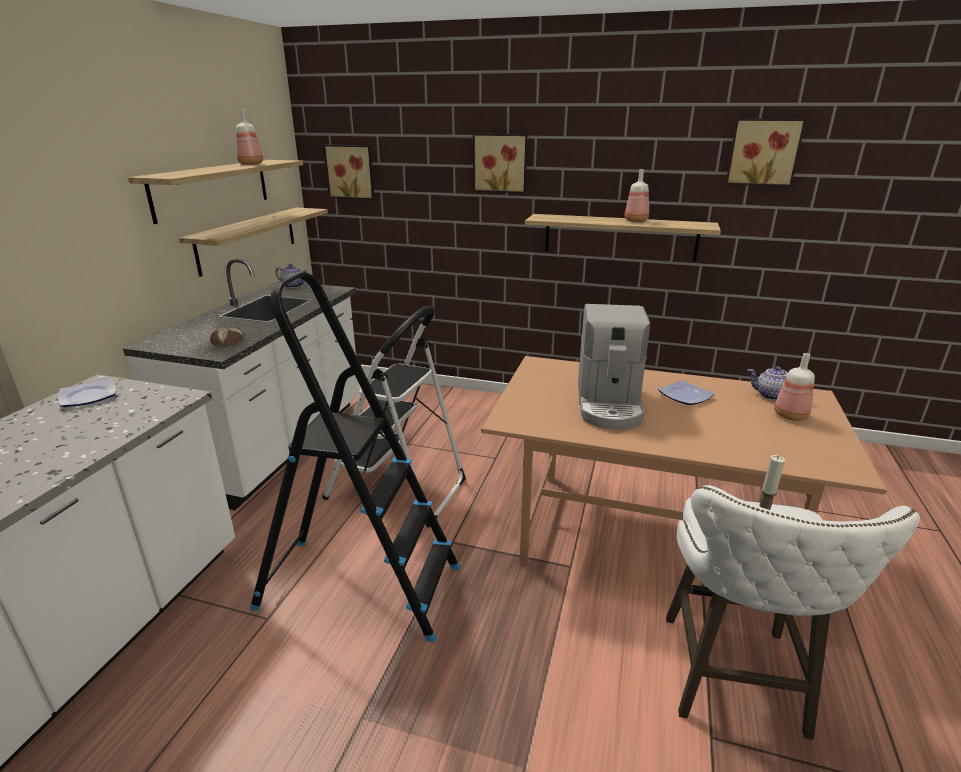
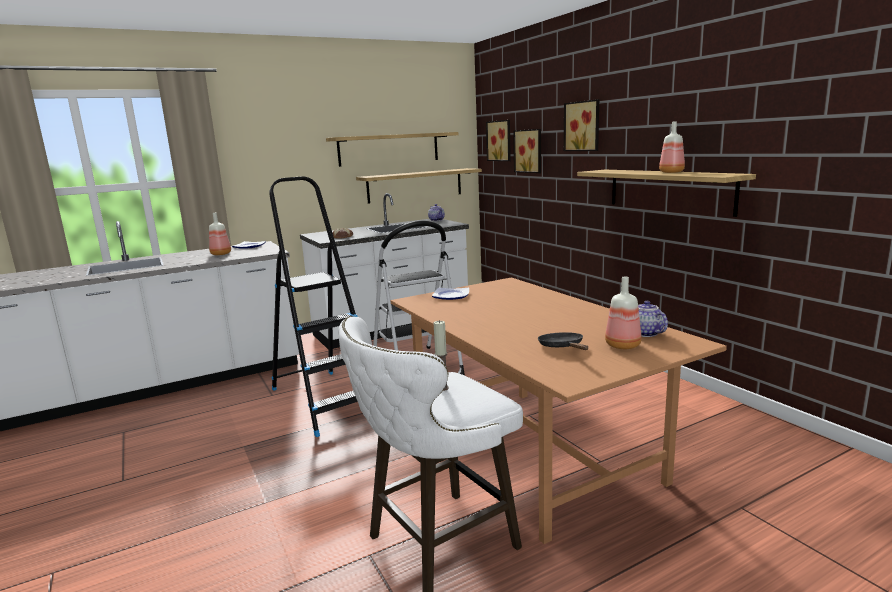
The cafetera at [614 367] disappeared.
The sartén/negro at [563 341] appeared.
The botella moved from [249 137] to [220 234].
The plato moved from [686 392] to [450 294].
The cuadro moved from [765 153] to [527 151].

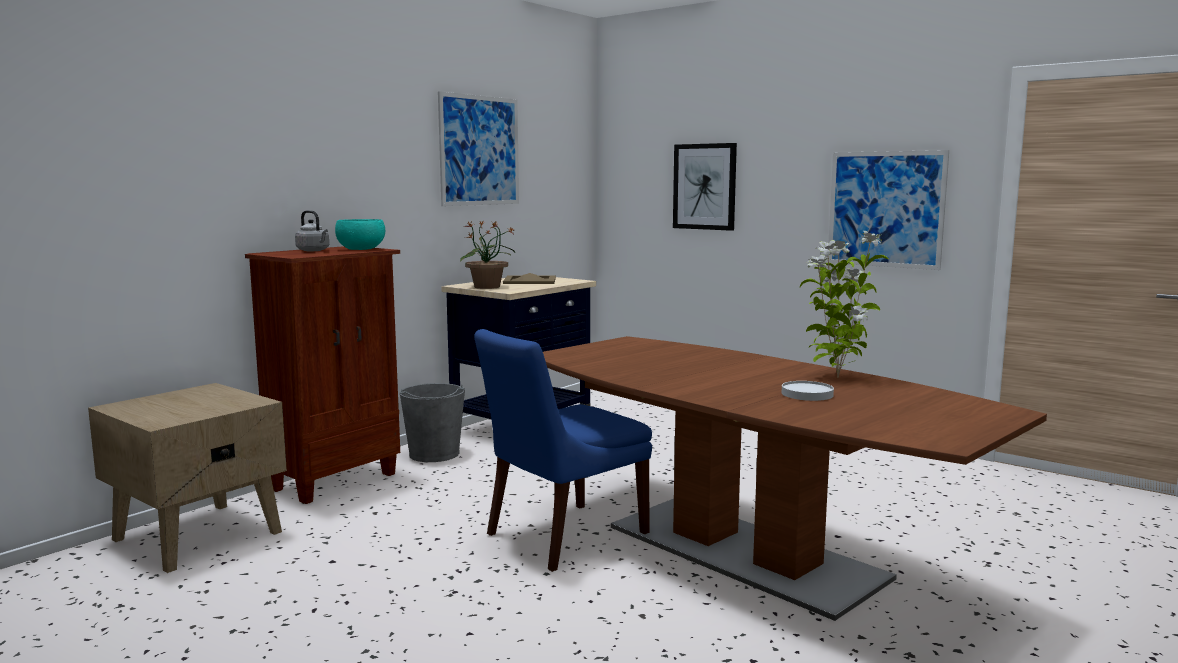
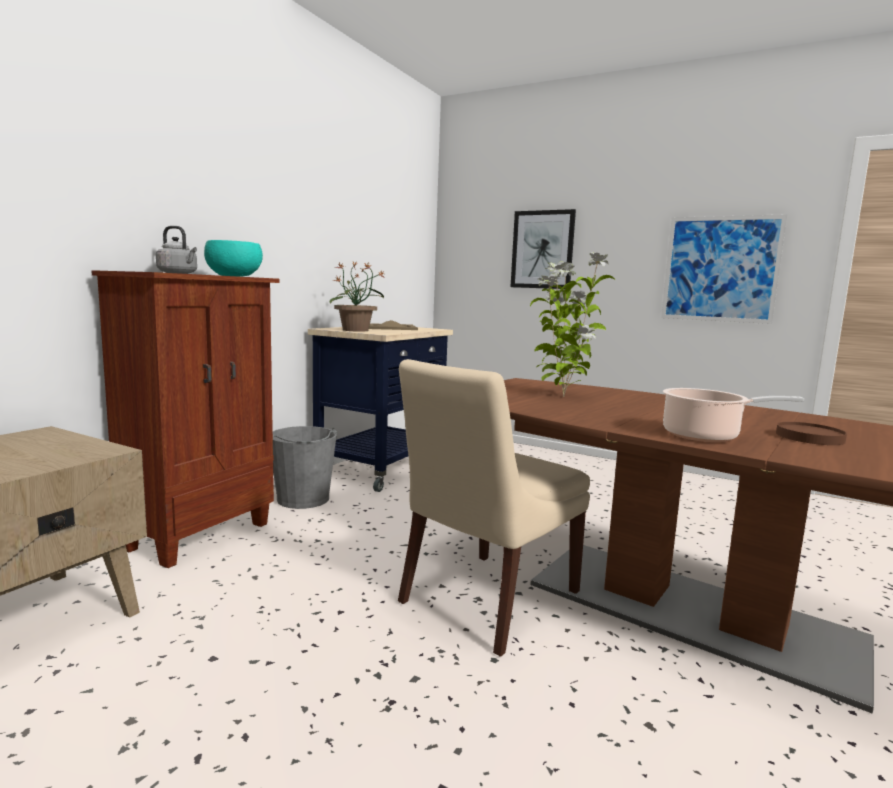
The cuadro at [478 148] disappeared.
The olla at [733 415] appeared.
The planta en maceta moved from [844 304] to [573 324].
The silla/azul at [563 450] became the silla/beis at [494 508].
The plato/blanco at [808 391] became the plato/marrón at [811 433].

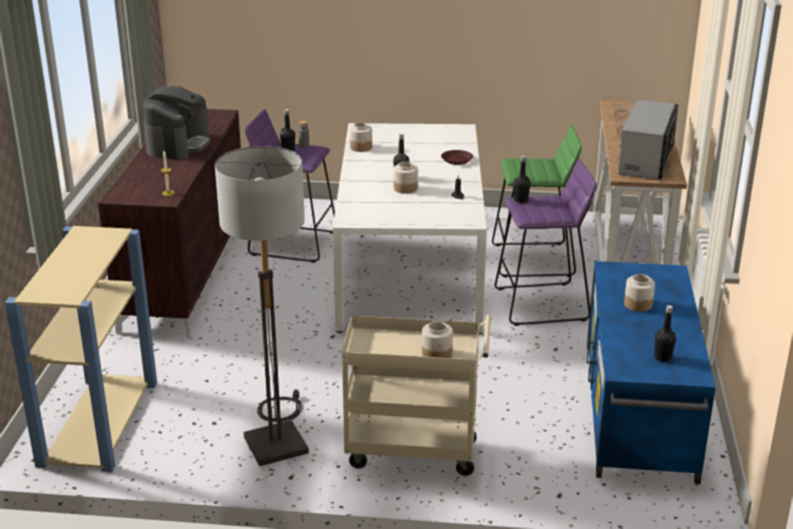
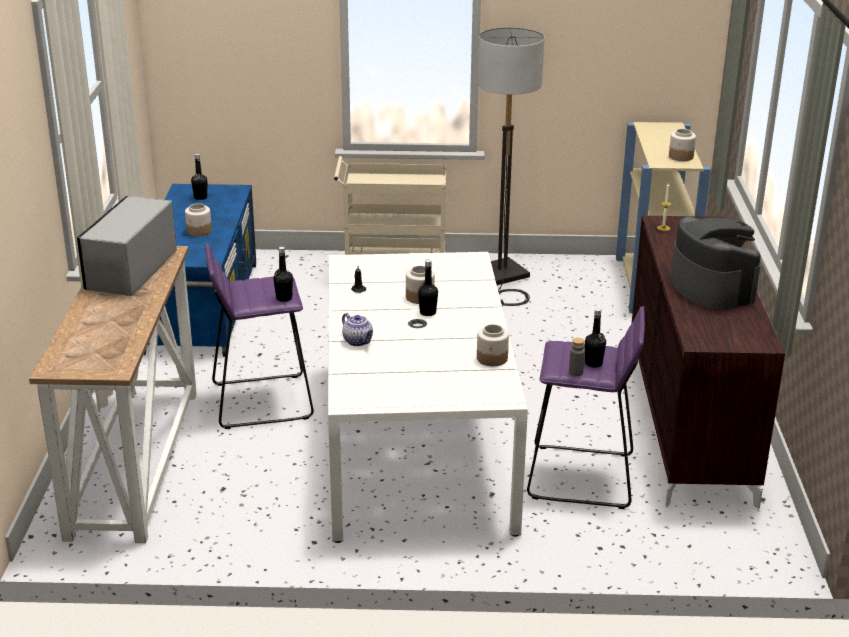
The taburete/verde at [537 201] disappeared.
The tarro moved from [437 339] to [682 145].
The plato/marrón at [457 157] was replaced by the tetera at [357 329].
The cafetera at [177 123] turned 150 degrees clockwise.

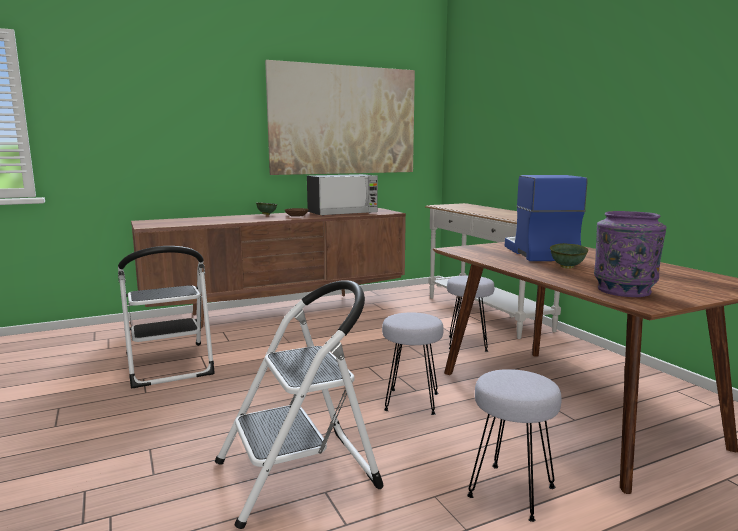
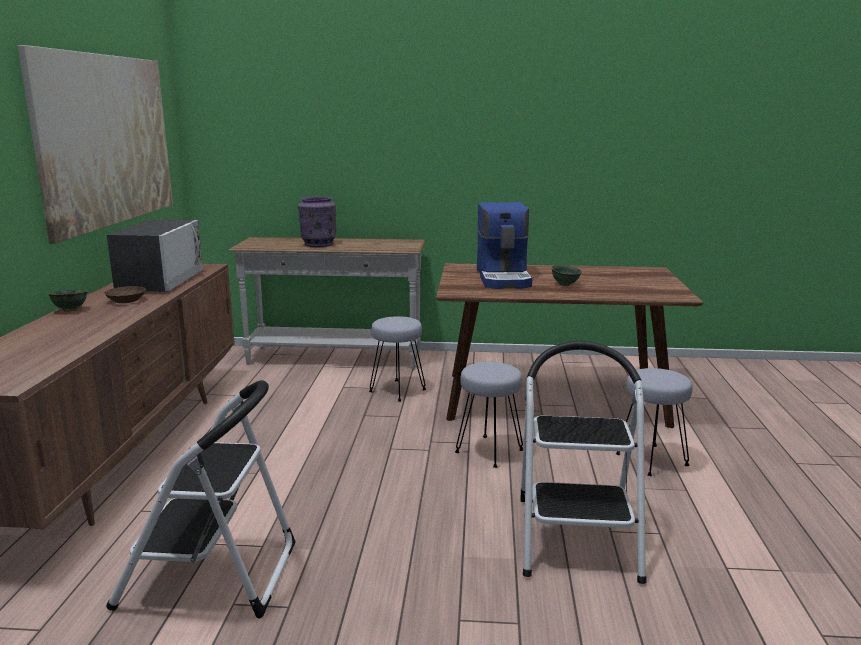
The florero/morado moved from [630 254] to [317 221].
The cafetera at [546 218] turned 120 degrees counterclockwise.

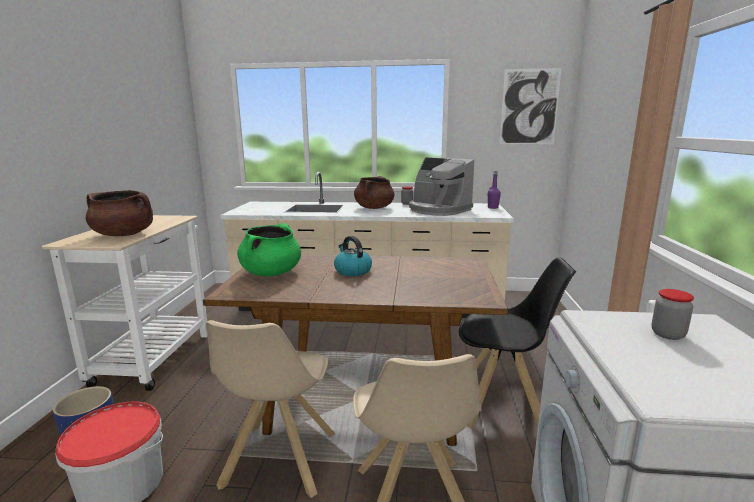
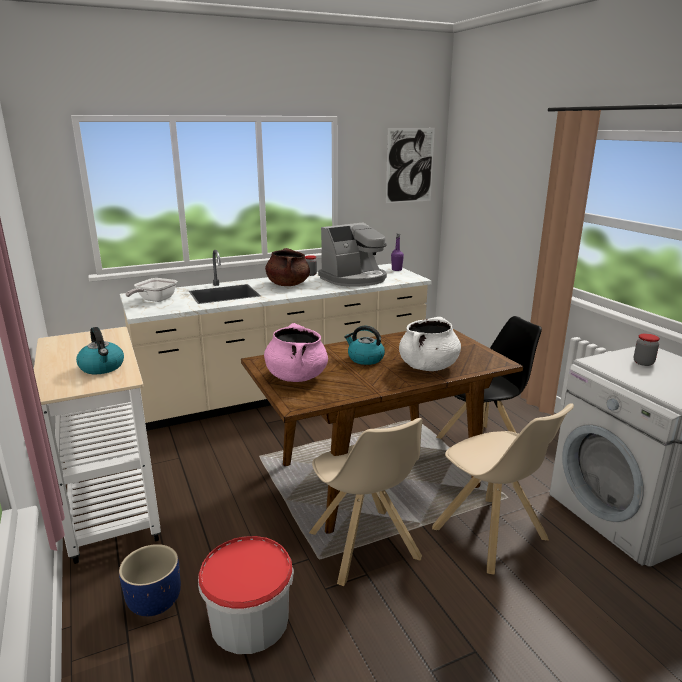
The sartén at [151 290] appeared.
The olla/blanco at [430 344] appeared.
The olla/marrón at [119 213] was replaced by the hervidor at [100 350].
The olla/verde at [269 249] became the olla/rosa at [296 352].
The cafetera at [441 186] turned 45 degrees counterclockwise.

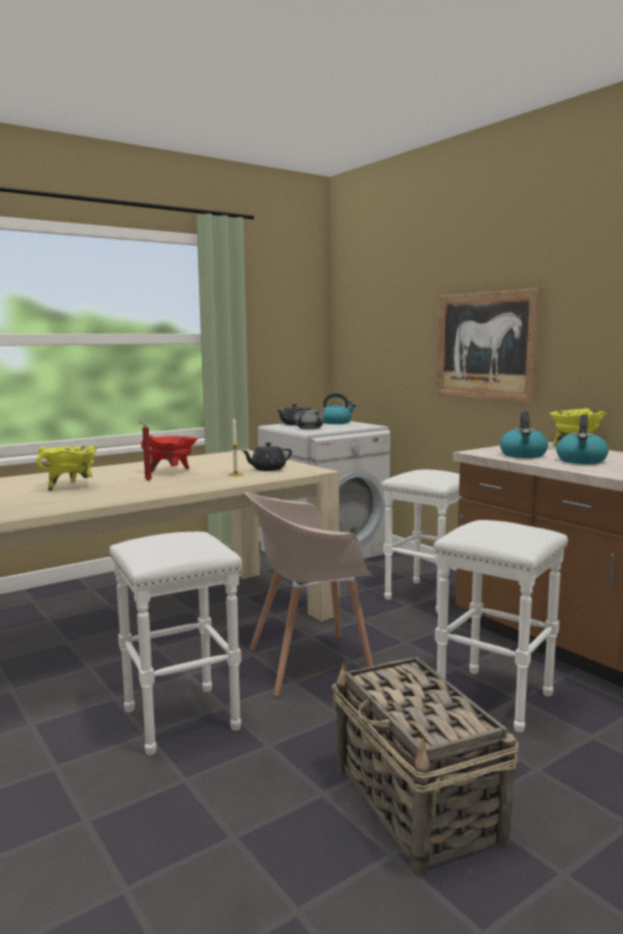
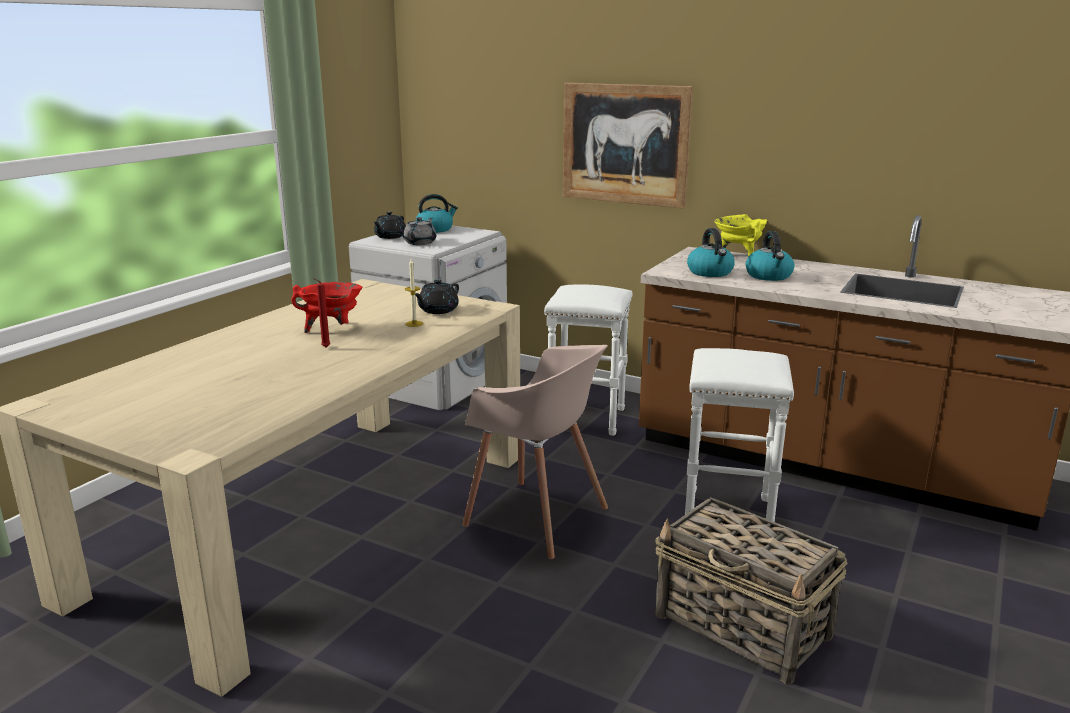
The olla/amarillo at [67 468] disappeared.
The taburete/blanco at [175 643] disappeared.
The silla/beis at [309 594] turned 105 degrees counterclockwise.

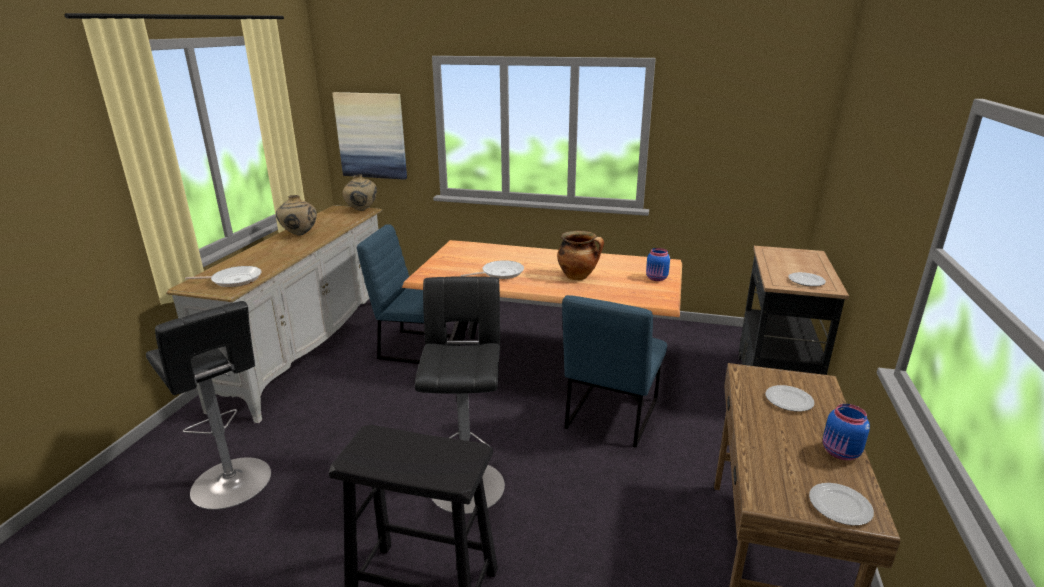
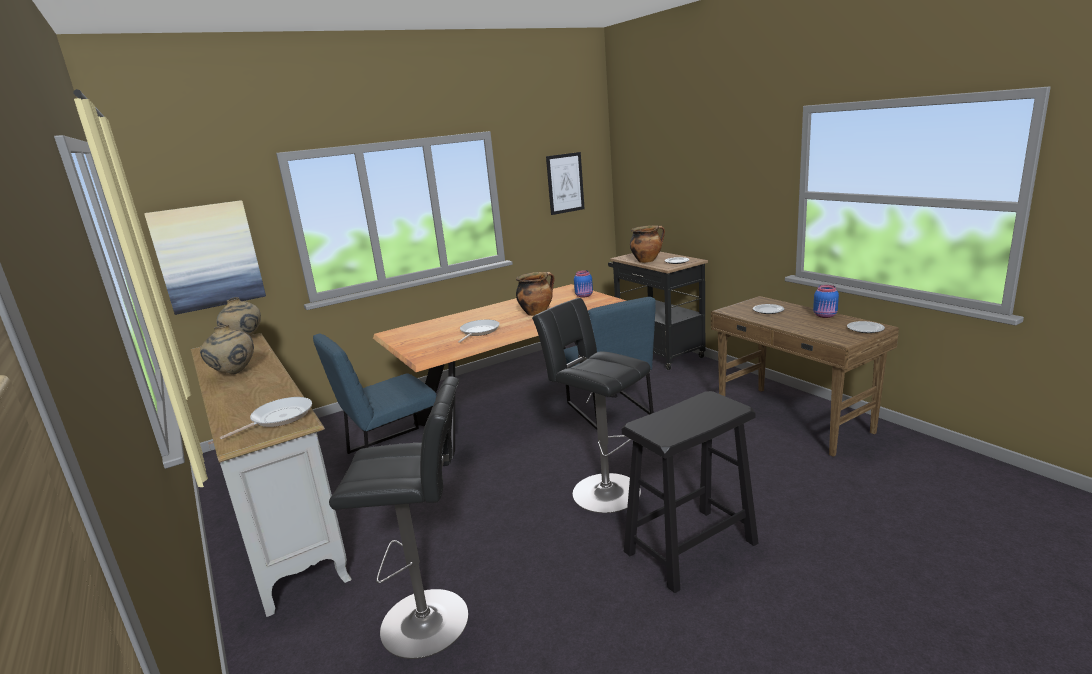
The cuadro at [565 183] appeared.
The olla at [647 244] appeared.

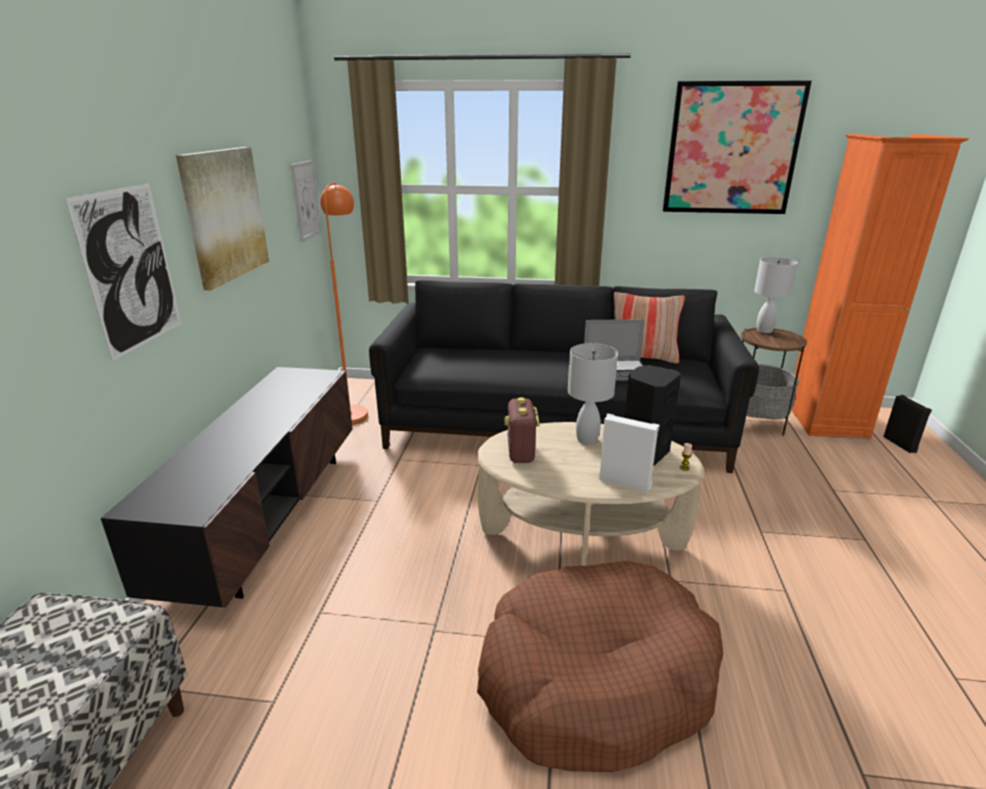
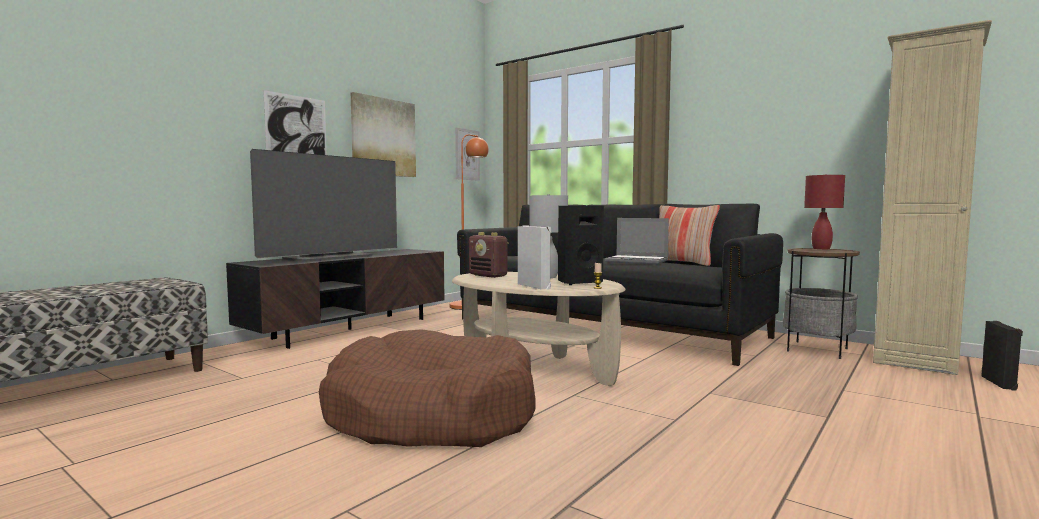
The cuadro at [737 147] disappeared.
The televisor at [323 205] appeared.
The lámpara de mesa/blanco at [776 295] became the lámpara de mesa/rojo at [824 211].
The armario/naranja at [880 287] became the armario/beis at [932 197].
The radio at [522 430] turned 75 degrees counterclockwise.

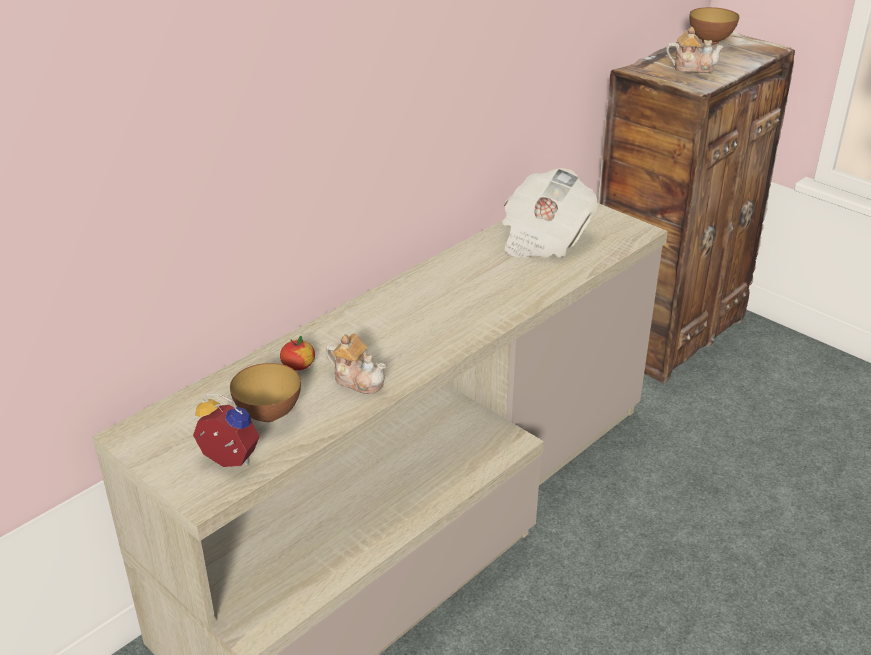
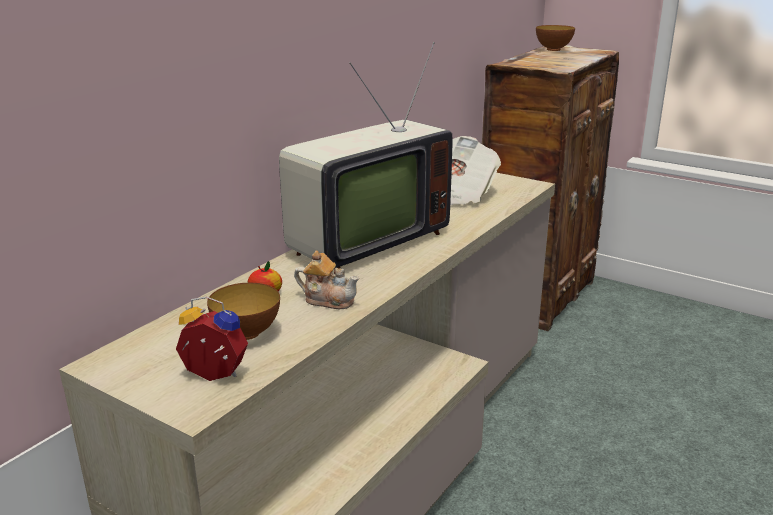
The tetera at [695 50] disappeared.
The televisor at [366 158] appeared.

